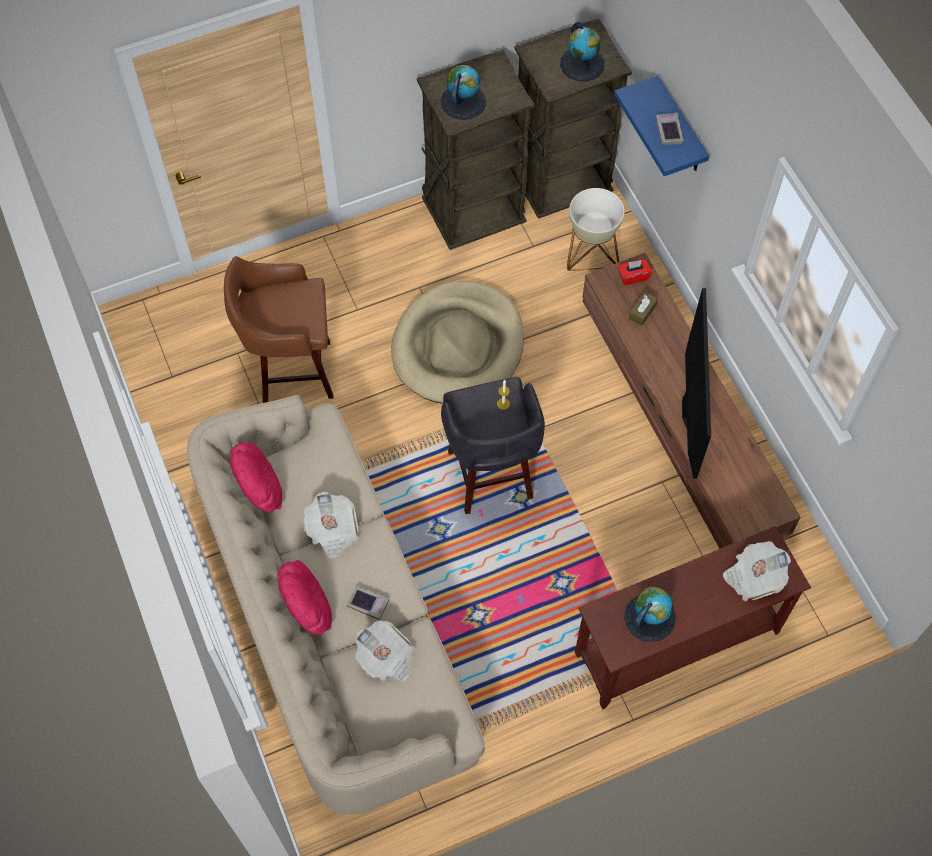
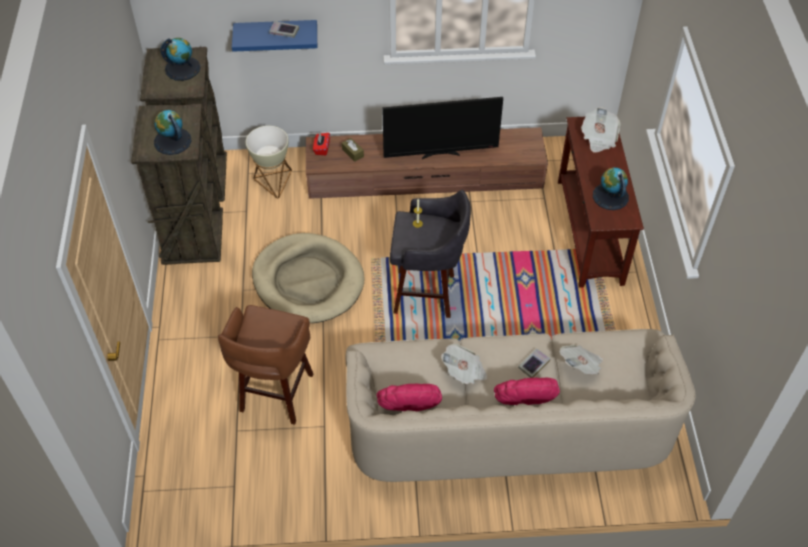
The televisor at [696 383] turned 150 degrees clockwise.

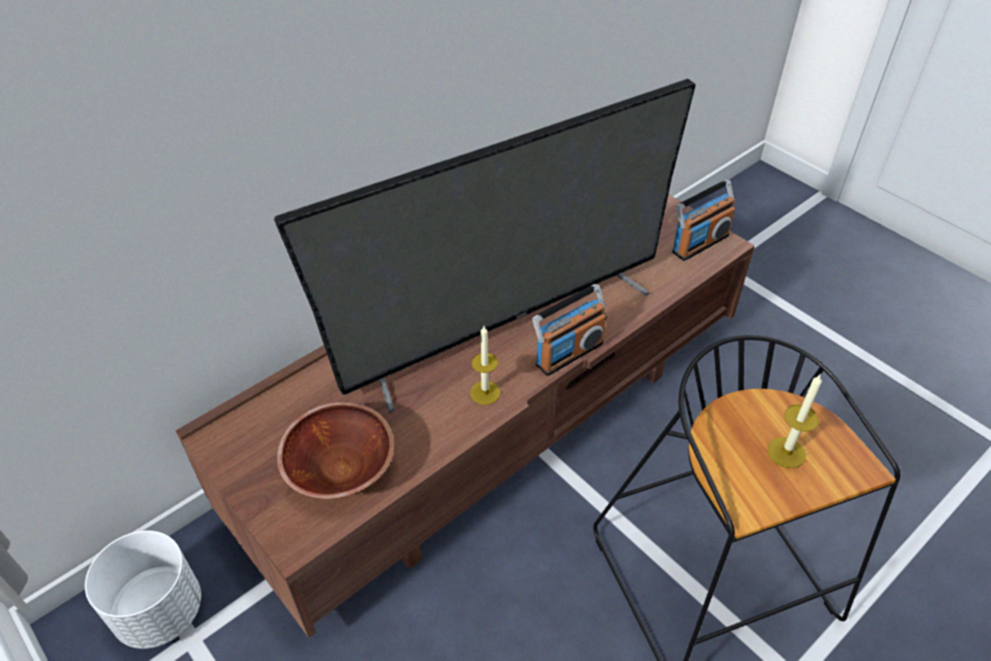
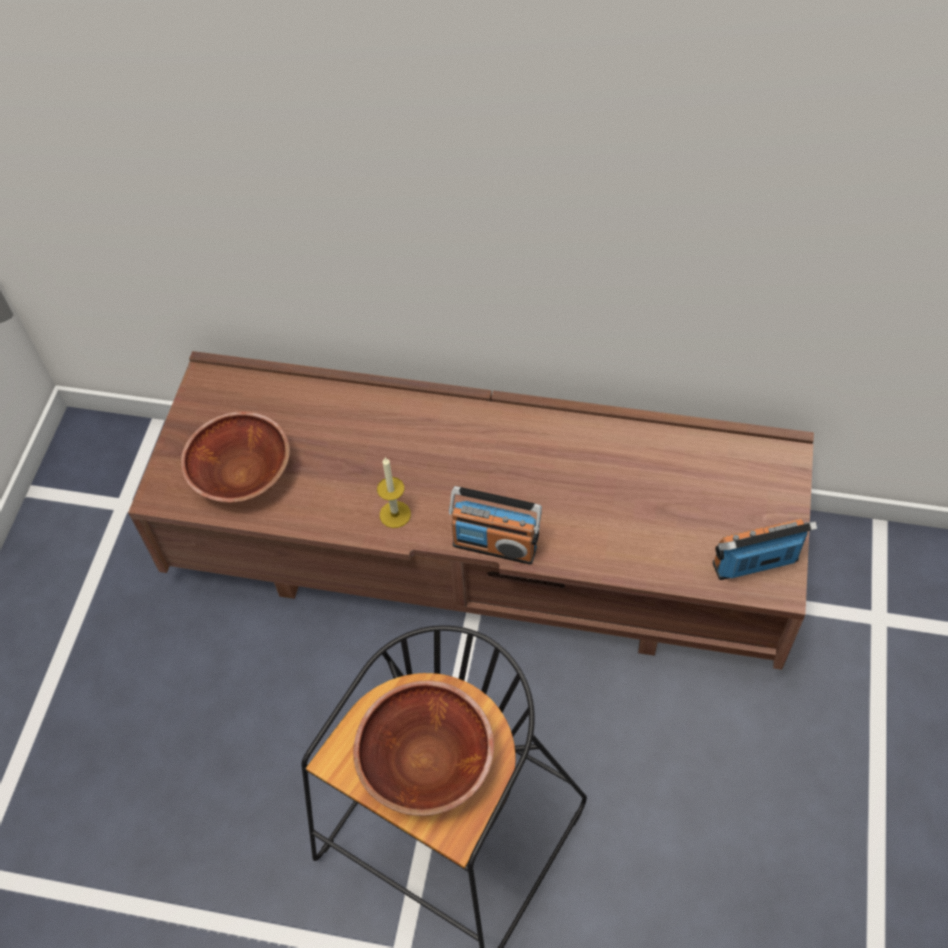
The maceta/blanco at [143 589] disappeared.
The televisor at [485 246] disappeared.
The vela at [795 421] was replaced by the cuenco/marrón at [423 748].
The radio at [703 220] turned 150 degrees clockwise.

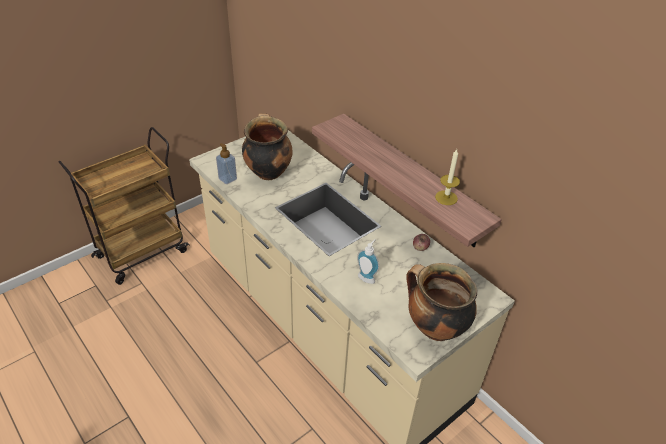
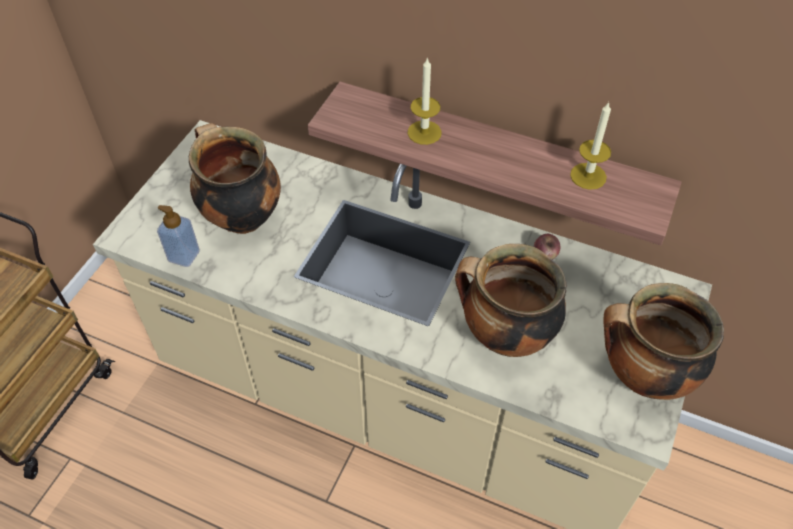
The vela at [425 101] appeared.
The dispensador de jabón at [368 261] was replaced by the olla at [510 300].

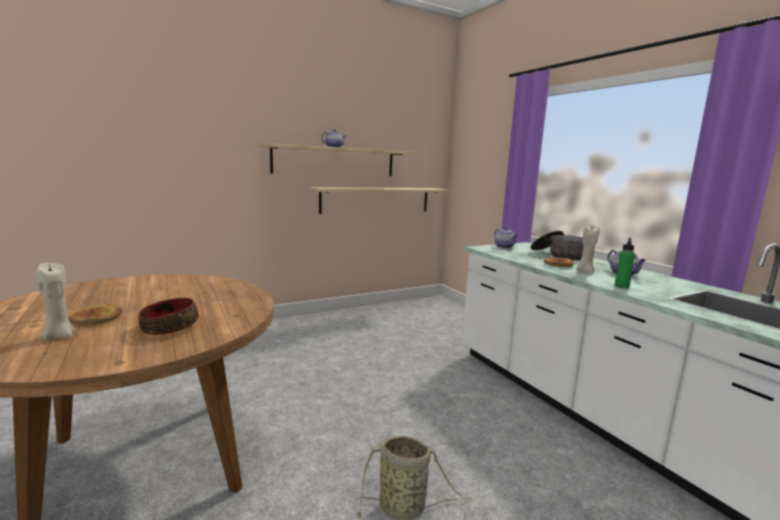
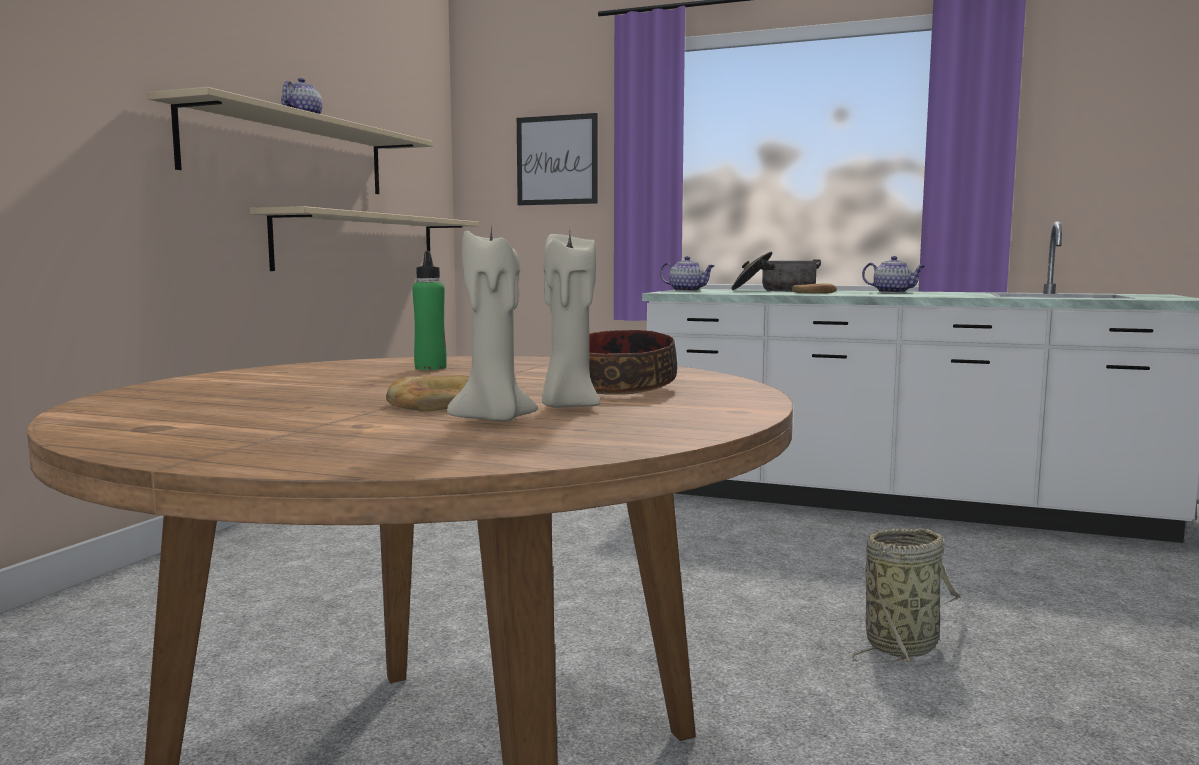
The cuadro at [557 159] appeared.
The vela/beis moved from [588 248] to [571 320].
The botella/verde moved from [625 263] to [429 310].

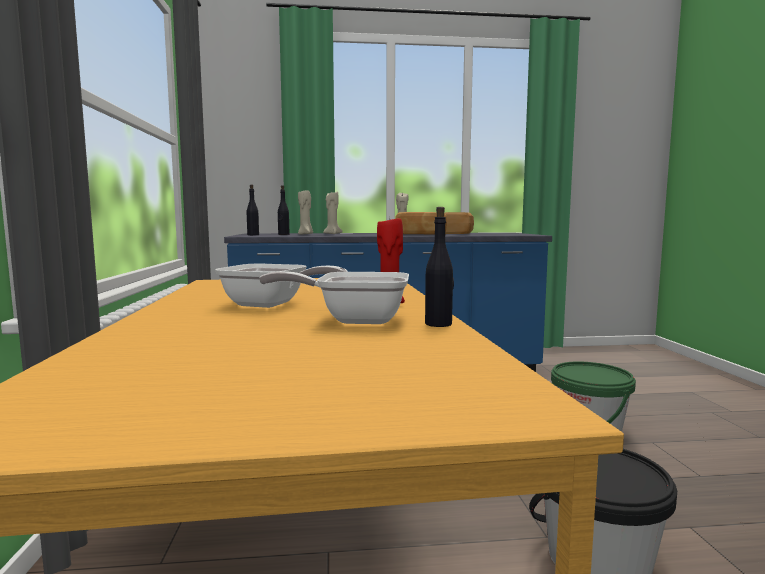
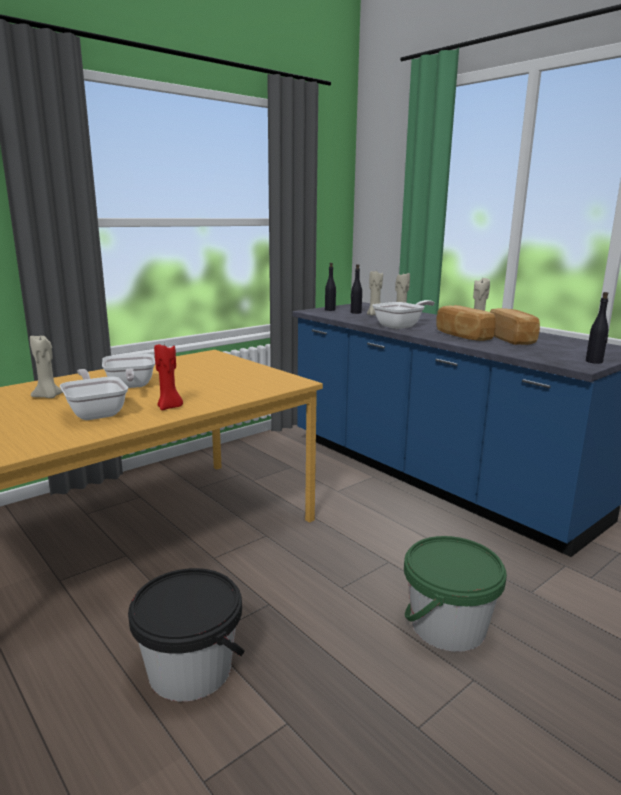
The vela/beis at [46 367] appeared.
The sartén at [404 314] appeared.
The botella/negro moved from [439 267] to [597 328].

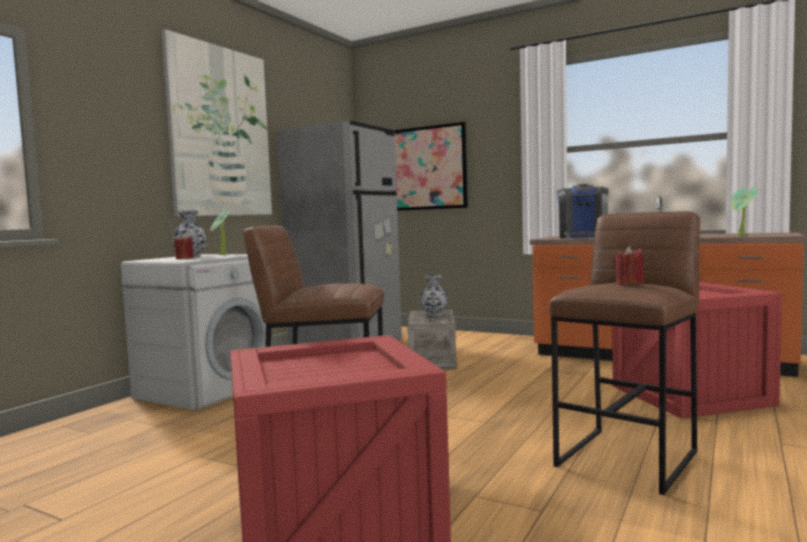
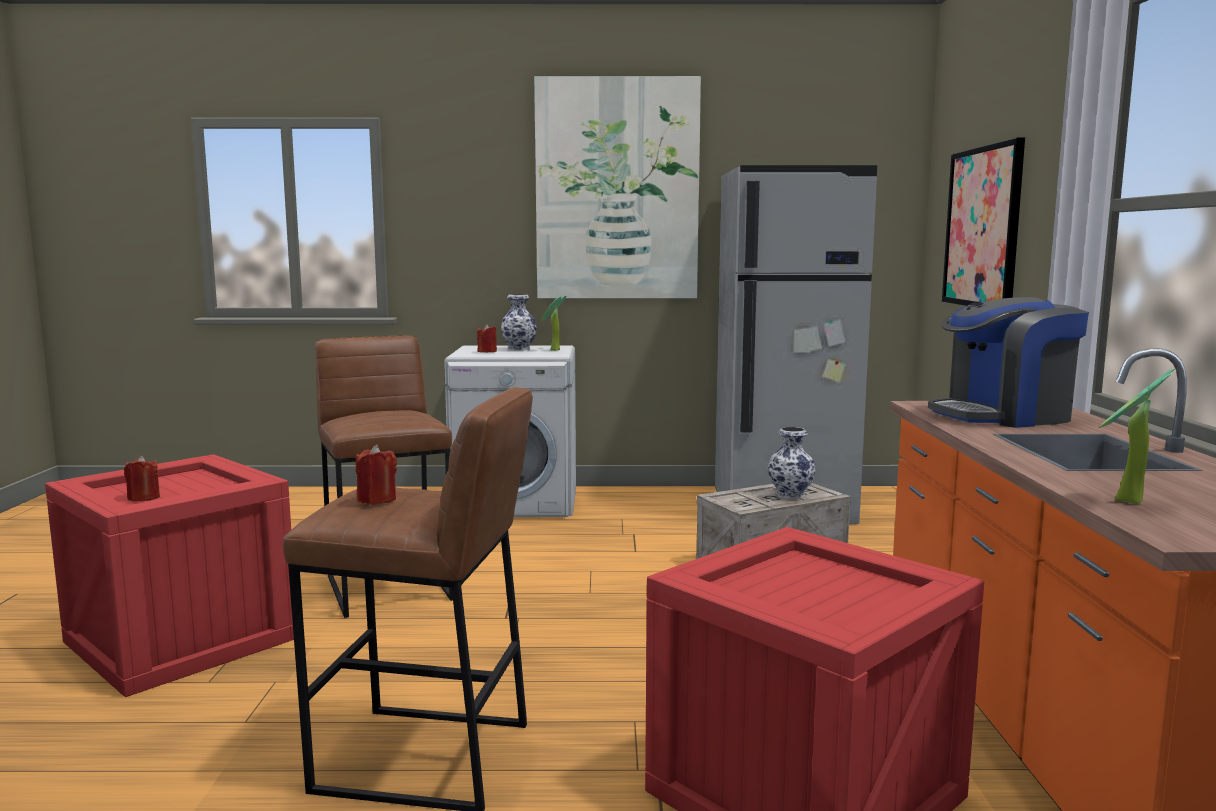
The vela/rojo at [142 479] appeared.

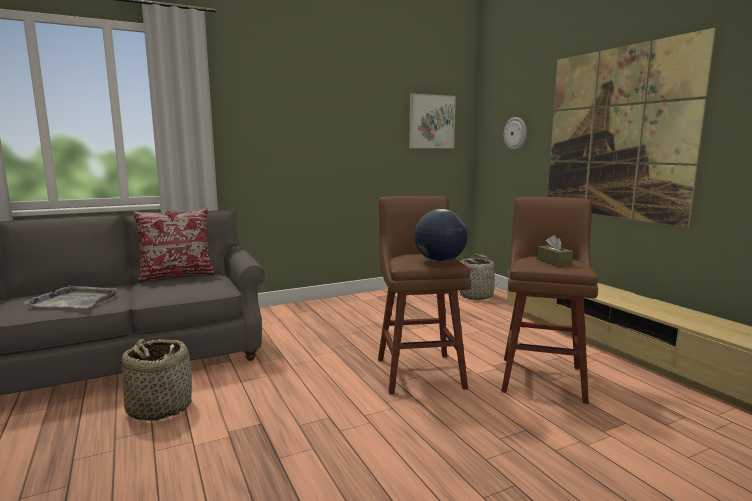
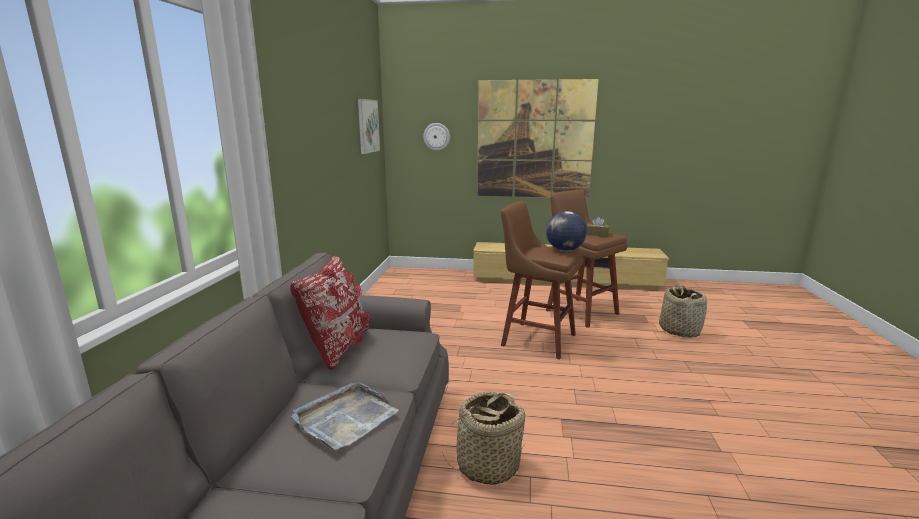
The cesta moved from [478 277] to [683 311].

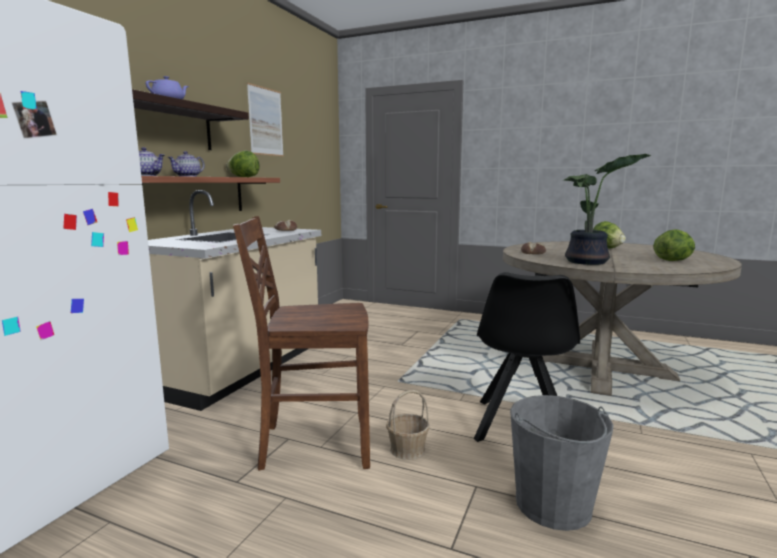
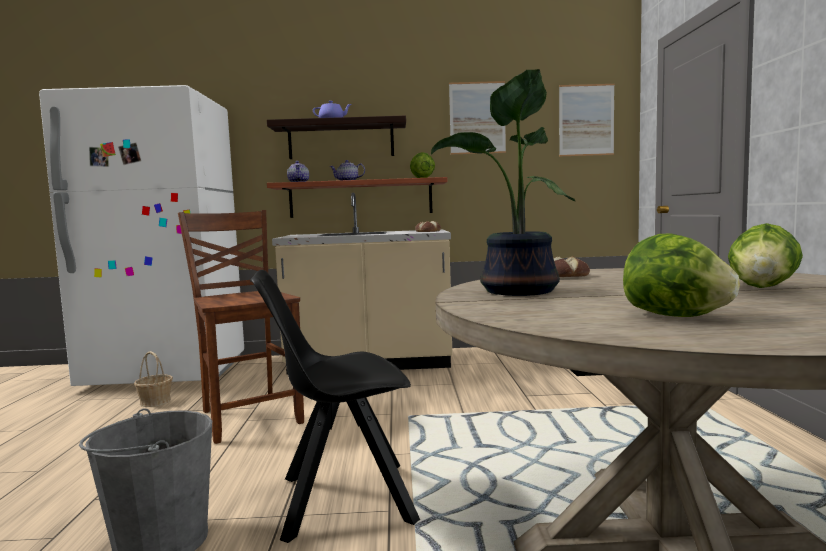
The cuadro at [587 120] appeared.
The cesta moved from [408 425] to [153 379].

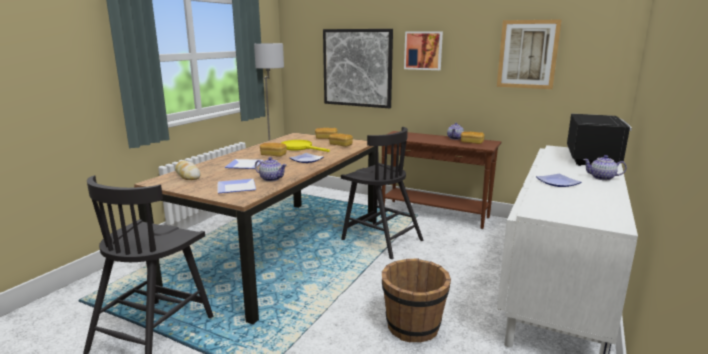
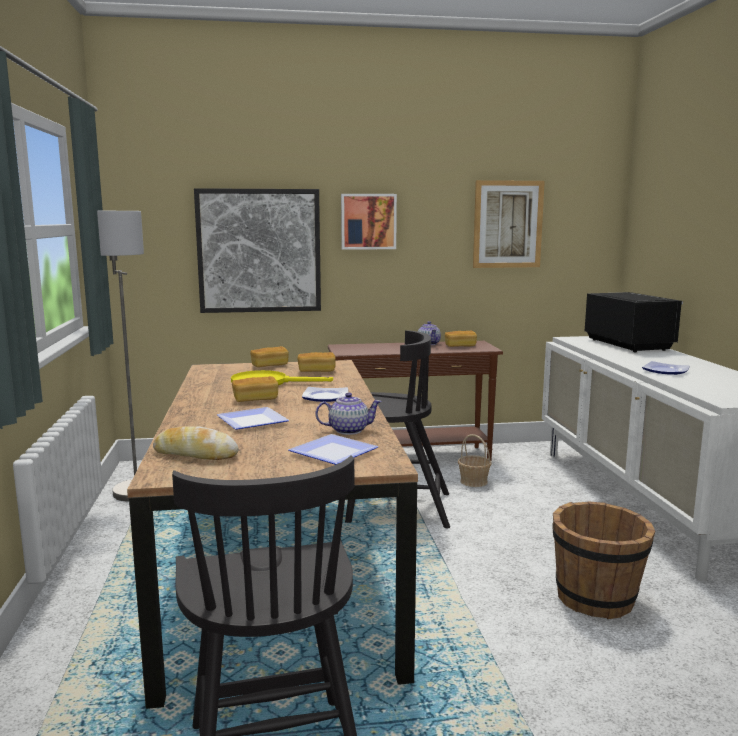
The tetera at [605 167] disappeared.
The cesta at [475 460] appeared.

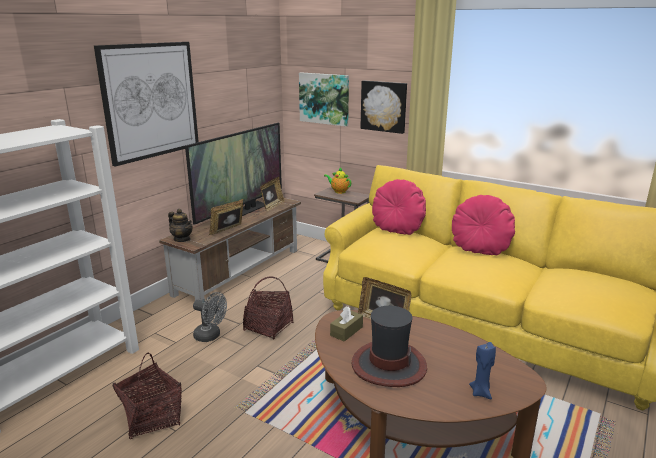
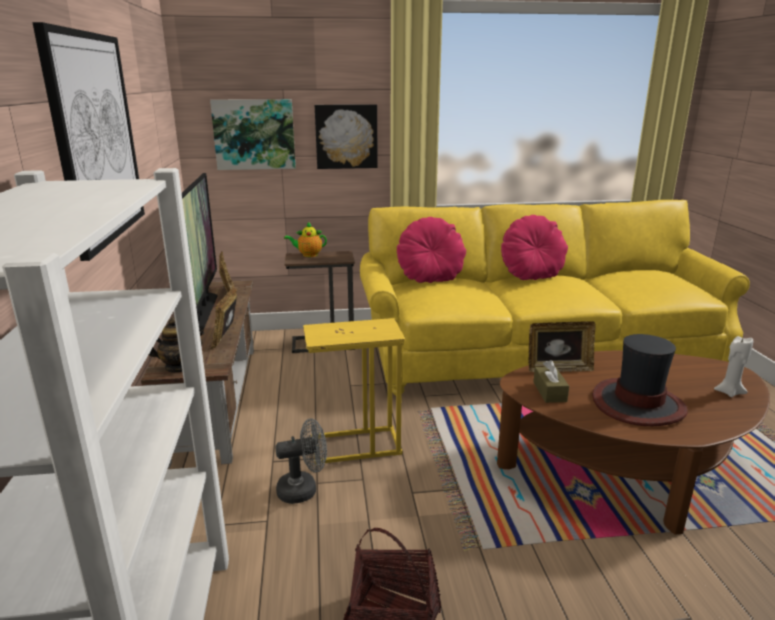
The cesta at [268 308] was replaced by the mesa auxiliar/amarillo at [354 391].
The vela/azul at [482 370] became the vela/blanco at [733 366].

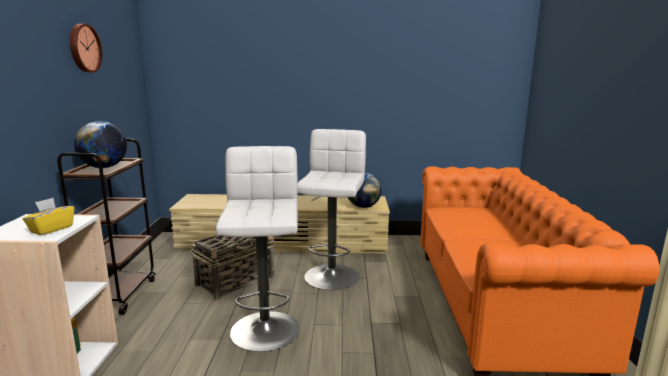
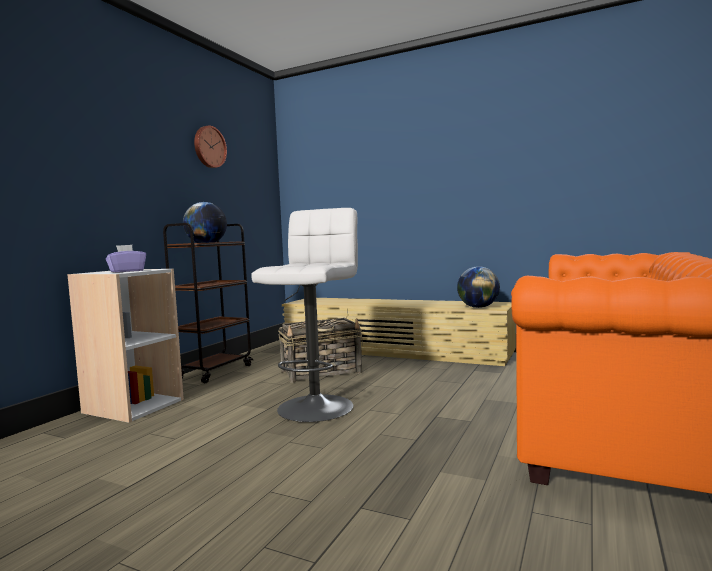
The taburete/blanco at [332 209] disappeared.
The caja de pañuelos/amarillo at [48 216] became the caja de pañuelos/morado at [126 258].

